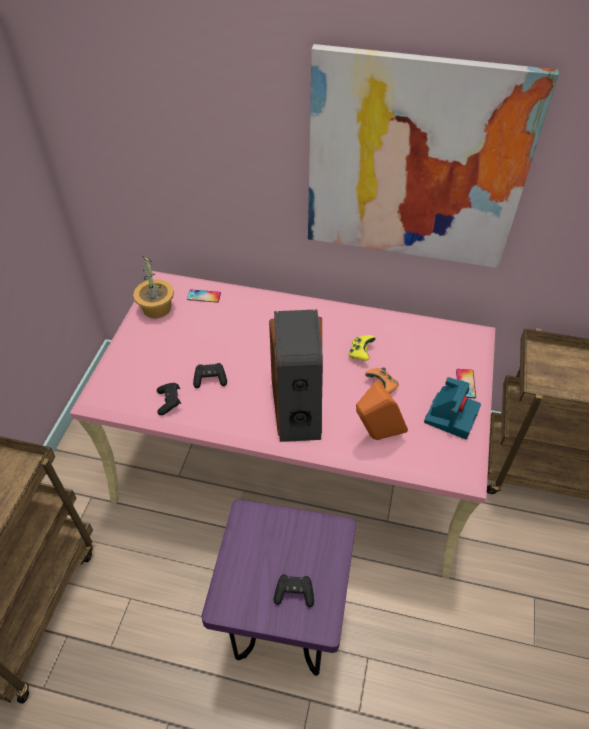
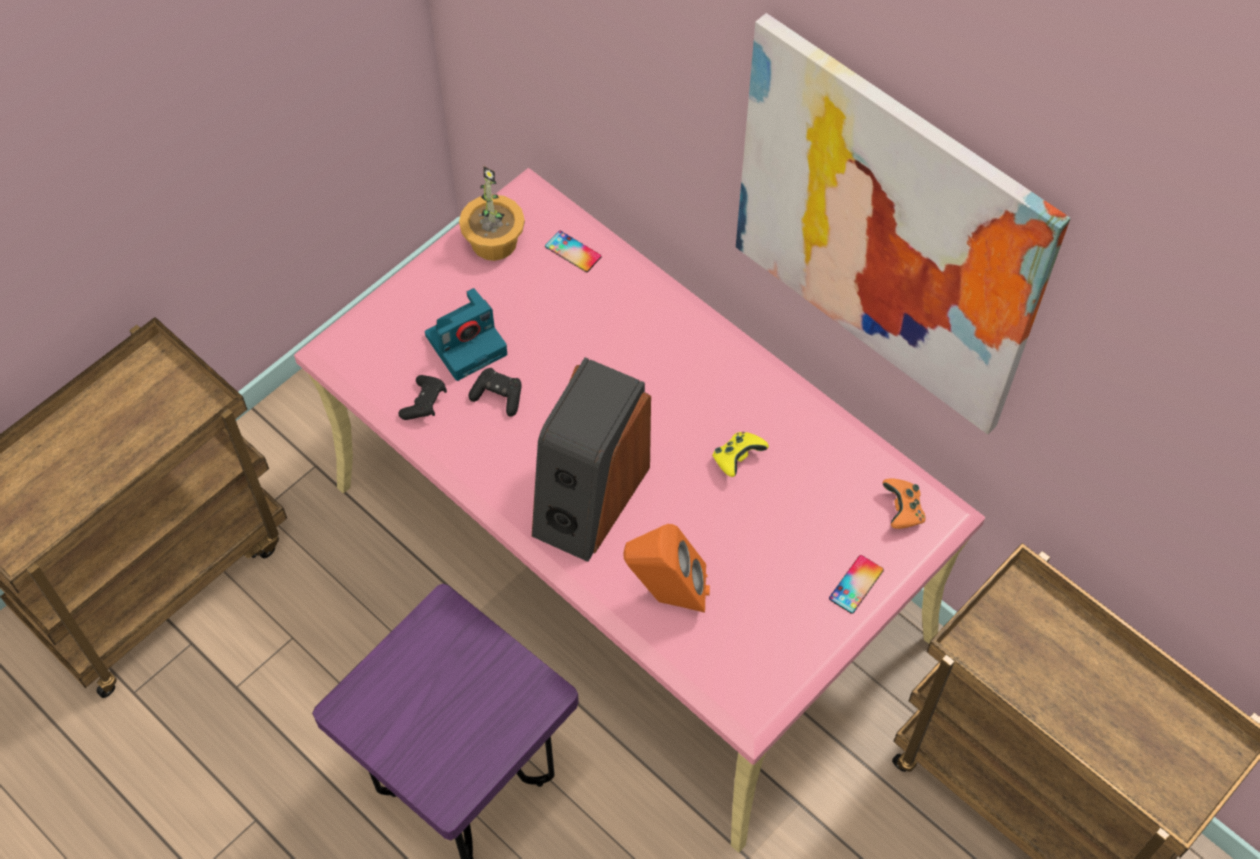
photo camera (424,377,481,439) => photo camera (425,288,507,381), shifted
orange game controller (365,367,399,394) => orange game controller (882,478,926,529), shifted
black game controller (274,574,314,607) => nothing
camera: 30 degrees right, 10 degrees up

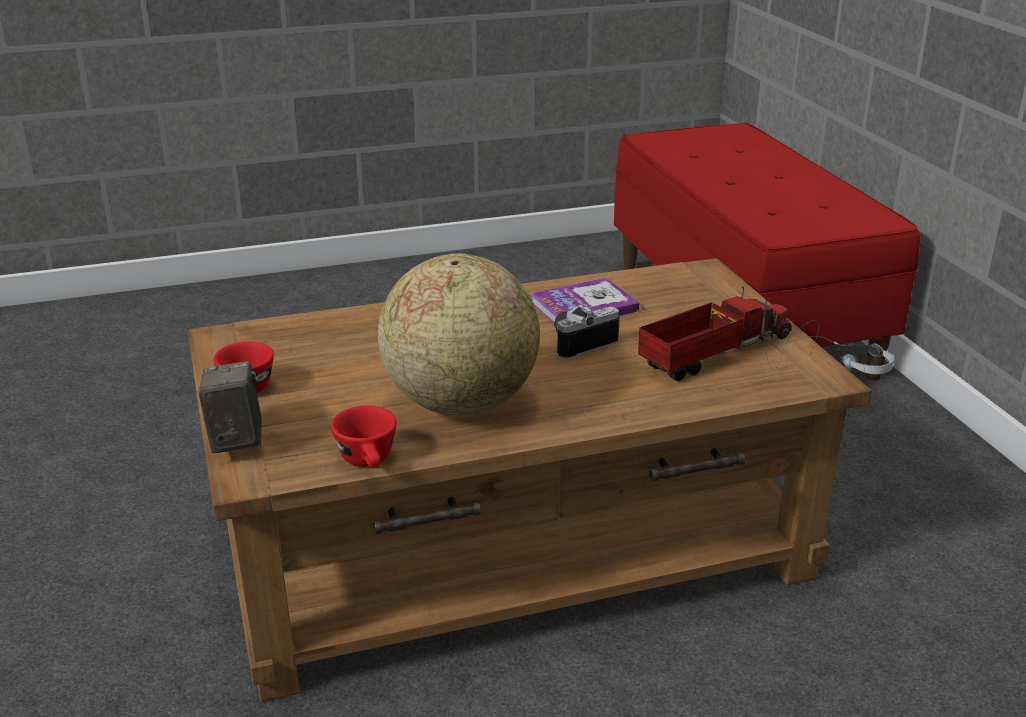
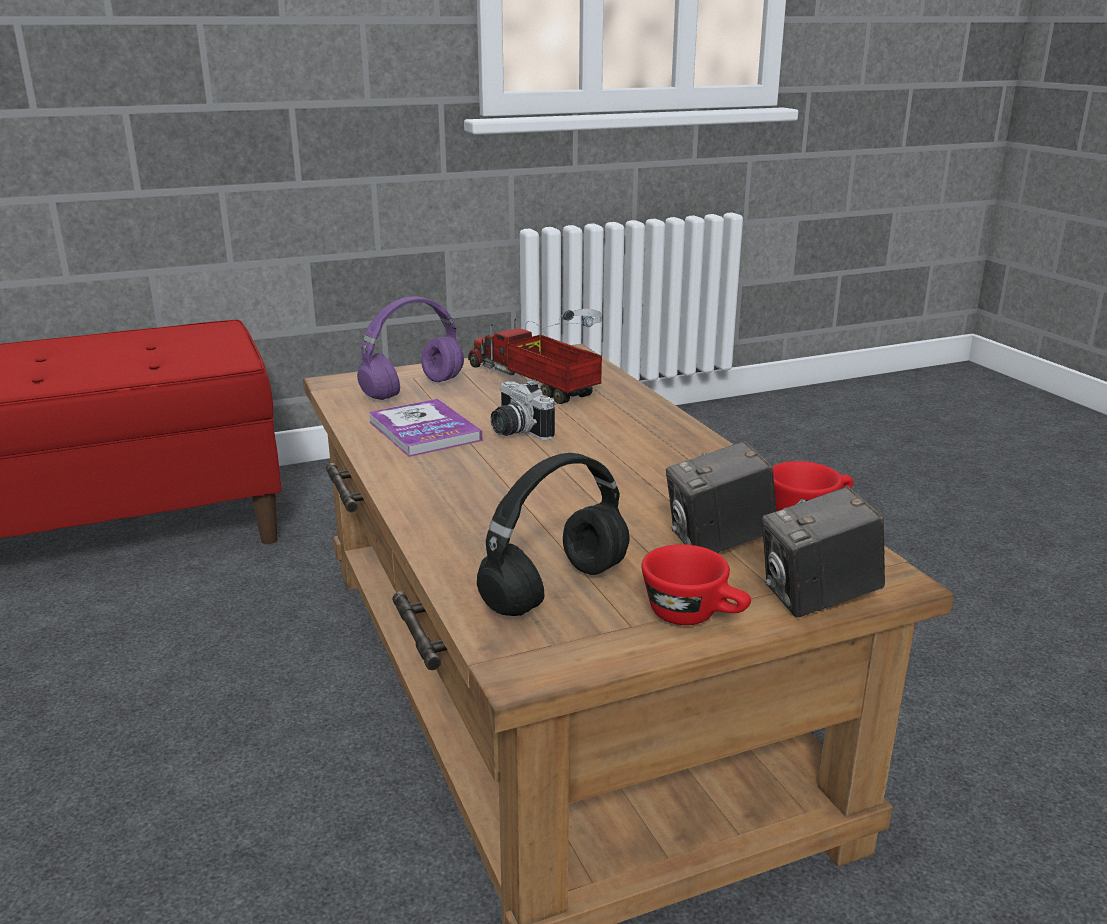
nothing => purple headphones (357,296,464,400)
nothing => black headphones (477,453,630,616)
nothing => photo camera (666,441,777,553)
globe (378,253,540,416) => nothing
camera: 95 degrees left, 5 degrees down

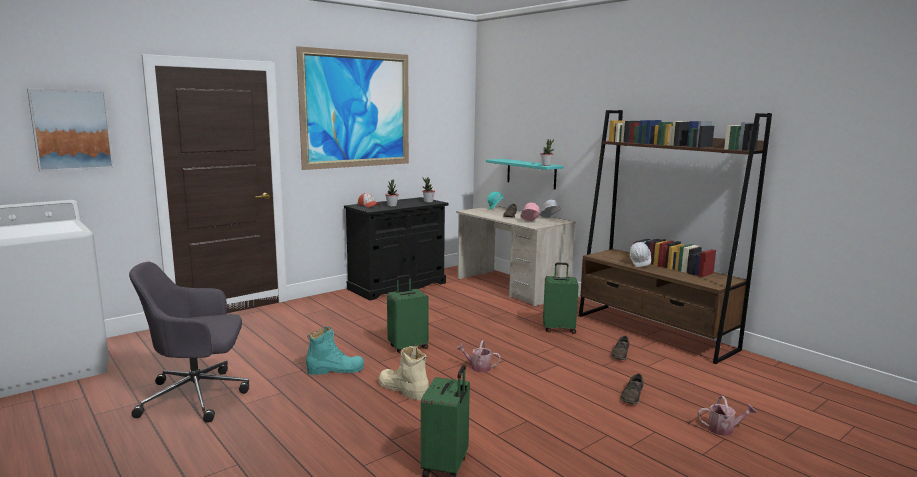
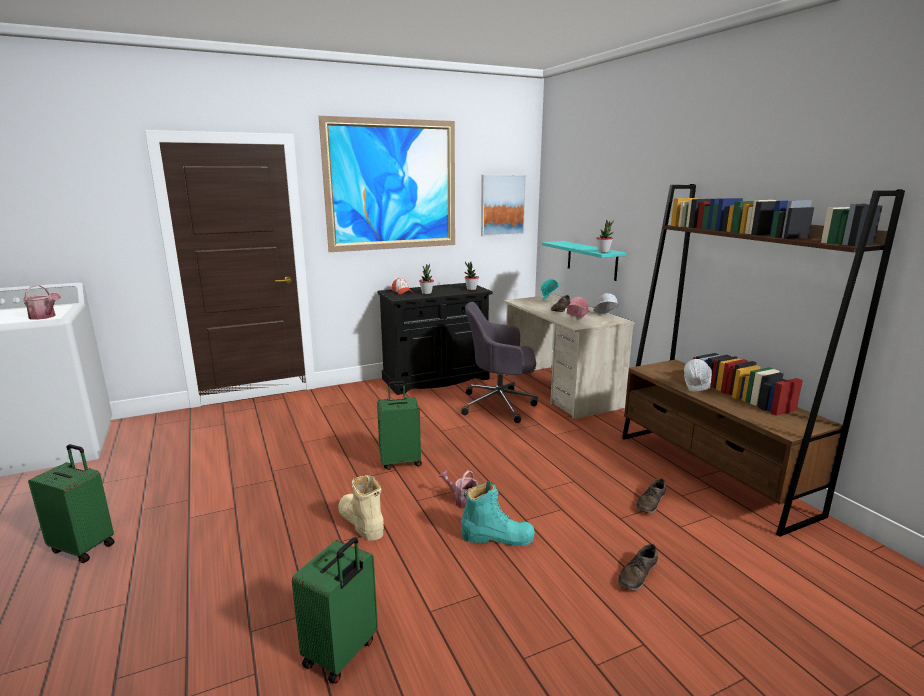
watering can (698,396,757,436) => watering can (24,285,61,320), shifted
green suitcase (543,262,579,334) => green suitcase (28,444,115,563), shifted
grey office chair (129,262,249,423) => grey office chair (461,302,538,423), shifted
turquoise boot (306,327,364,375) => turquoise boot (461,481,535,546), shifted
picture (27,89,114,171) => picture (481,175,526,237), shifted
camera: 15 degrees right, 5 degrees up

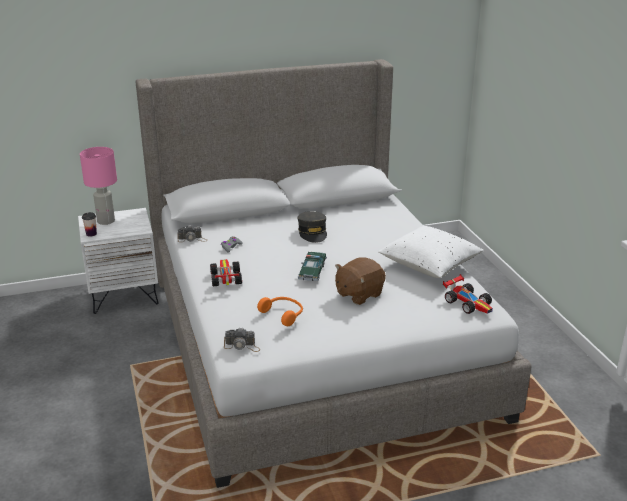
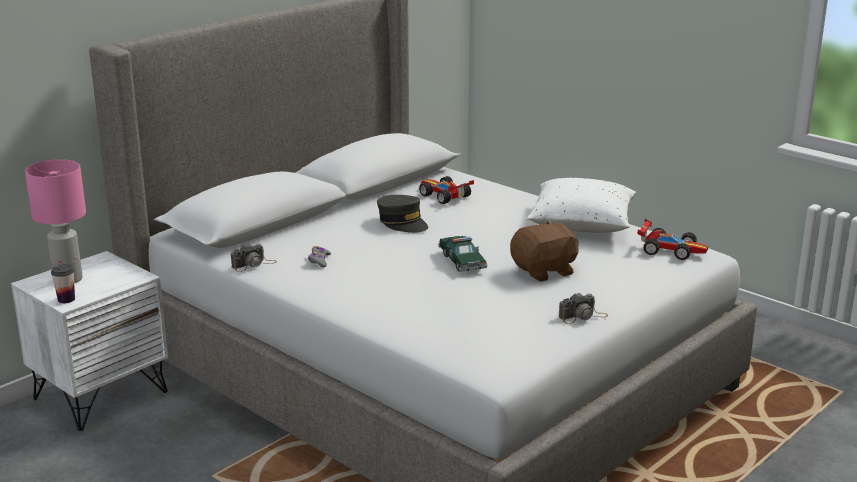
toy car (210,259,242,286) => toy car (419,176,474,204), shifted
brown plush toy (335,257,386,305) => brown plush toy (510,221,579,282), 135 degrees counterclockwise
photo camera (224,328,260,352) => photo camera (559,292,608,324), shifted
orange headphones (257,297,303,326) => nothing
camera: 30 degrees left, 5 degrees down

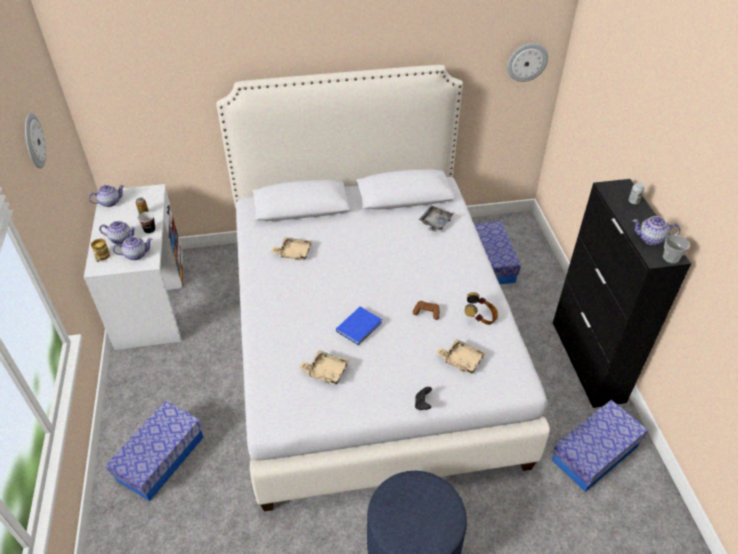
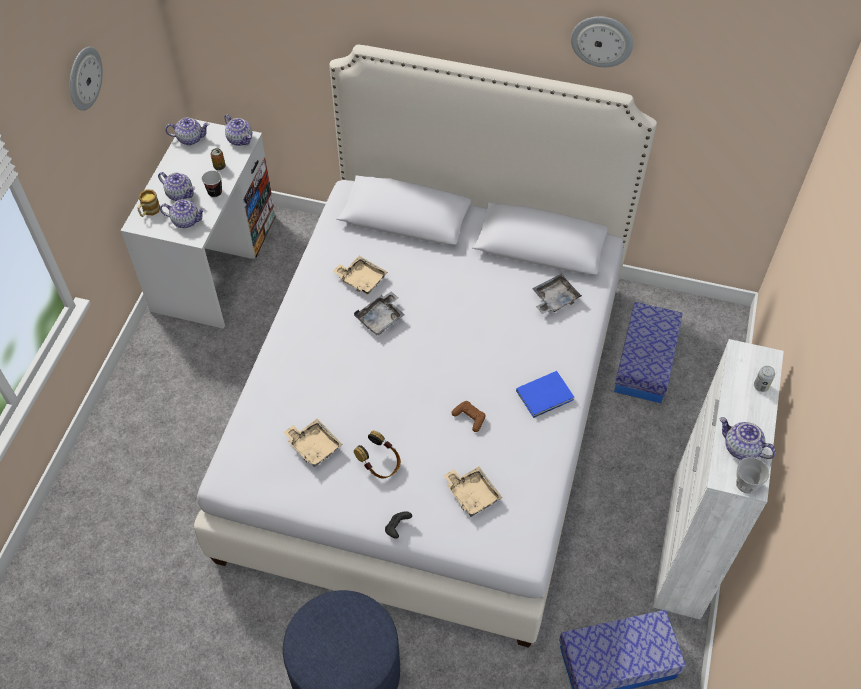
nothing => teapot (224,114,252,146)
nothing => grey tray (354,291,405,336)
headphones (464,292,498,325) => headphones (354,430,401,479), shifted
blue book (336,307,382,345) => blue book (516,371,574,418), shifted
wall clock (507,43,548,82) => wall clock (571,16,633,67), shifted
black cabinet (553,179,691,408) => white cabinet (653,339,784,620)
storage box (105,401,203,501) => nothing
camera: 25 degrees right, 10 degrees up

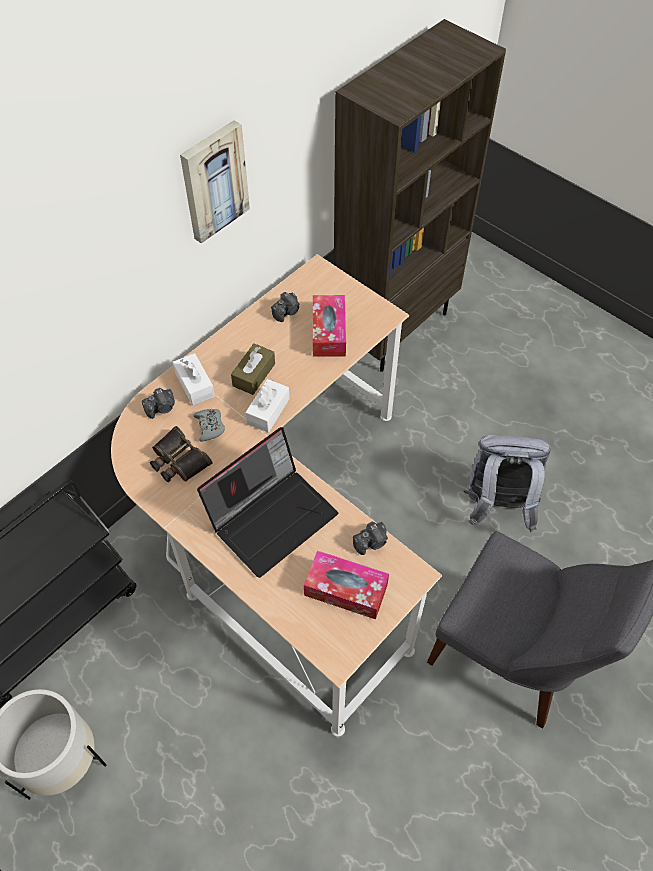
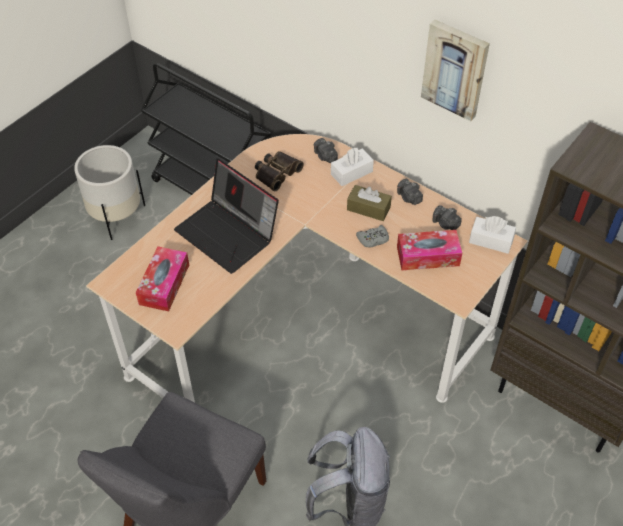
grey game controller (193,409,225,442) => grey game controller (356,225,389,248), shifted
photo camera (353,521,388,555) => photo camera (397,179,423,205), shifted
white tissue box (245,379,290,433) => white tissue box (469,216,516,254), shifted
camera: 85 degrees right, 5 degrees down

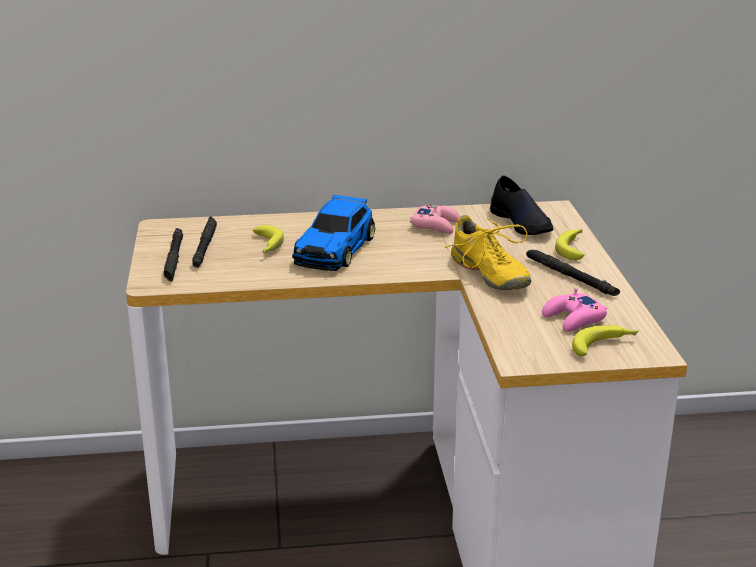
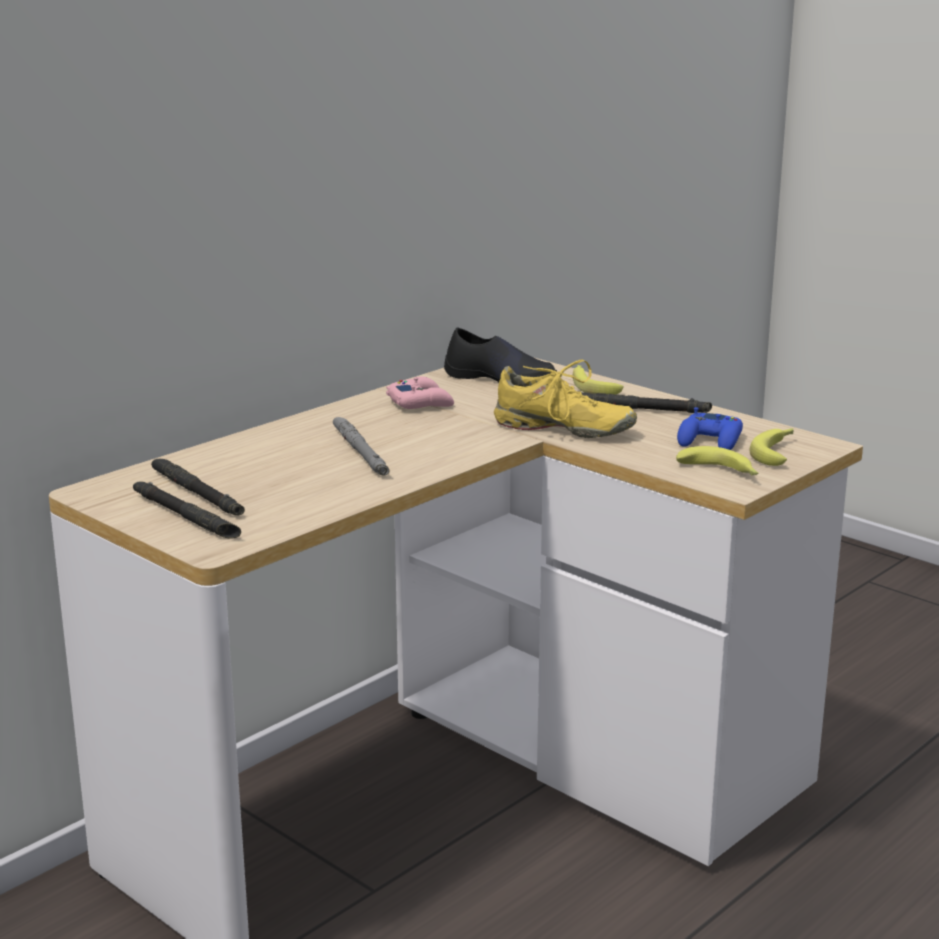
toy car (292,194,375,271) => grey flashlight (333,417,389,475)
banana (253,225,284,253) => banana (676,446,758,476), shifted
pink game controller (542,288,607,332) => blue game controller (677,407,743,450)
camera: 40 degrees left, 5 degrees down

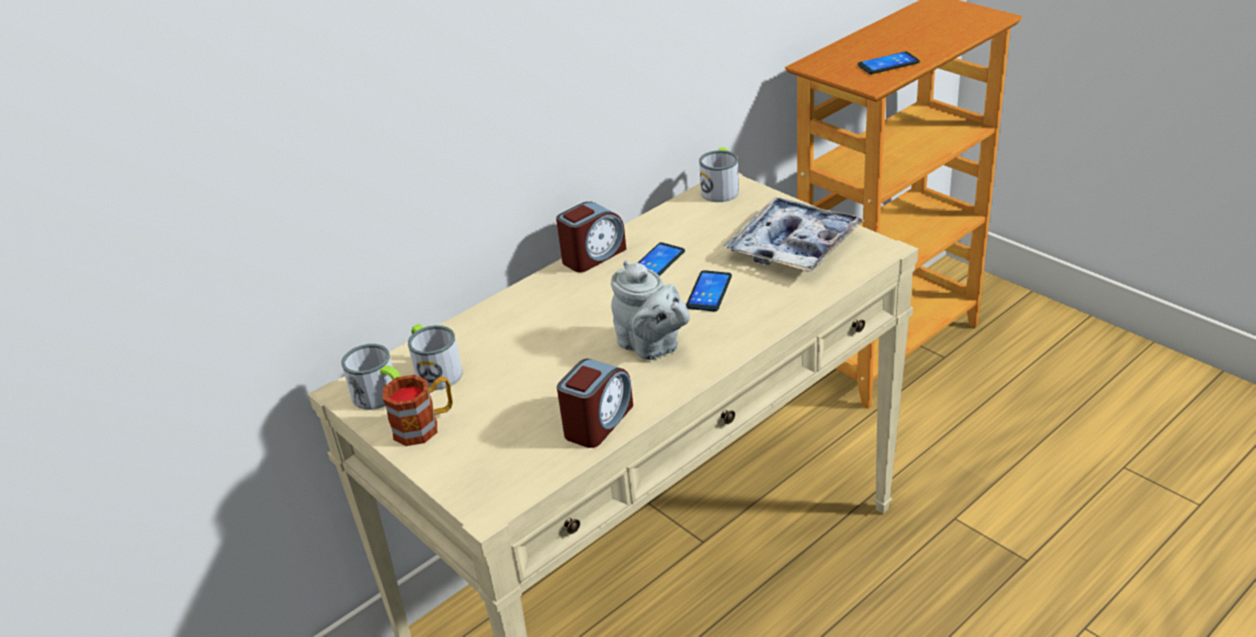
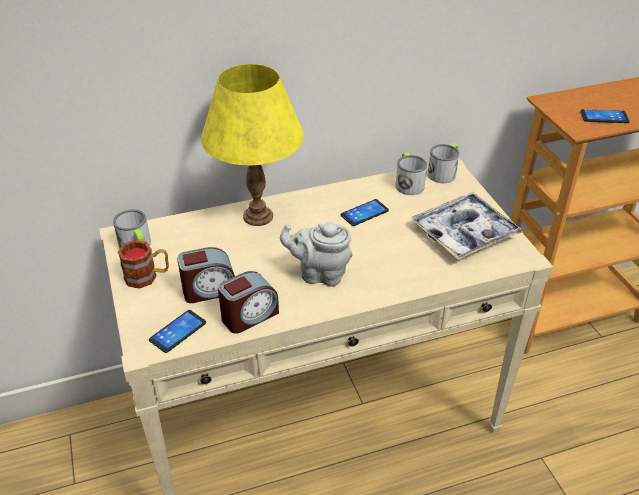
phone (686,270,732,312) => phone (149,310,206,353), shifted
alarm clock (556,202,626,273) => alarm clock (177,247,235,303), shifted
nothing => yellow table lamp (201,64,304,226)
grey teapot (611,260,690,360) => grey teapot (280,222,352,287), 120 degrees clockwise
mug (408,324,462,390) => mug (396,152,427,195), shifted
camera: 20 degrees right, 5 degrees up

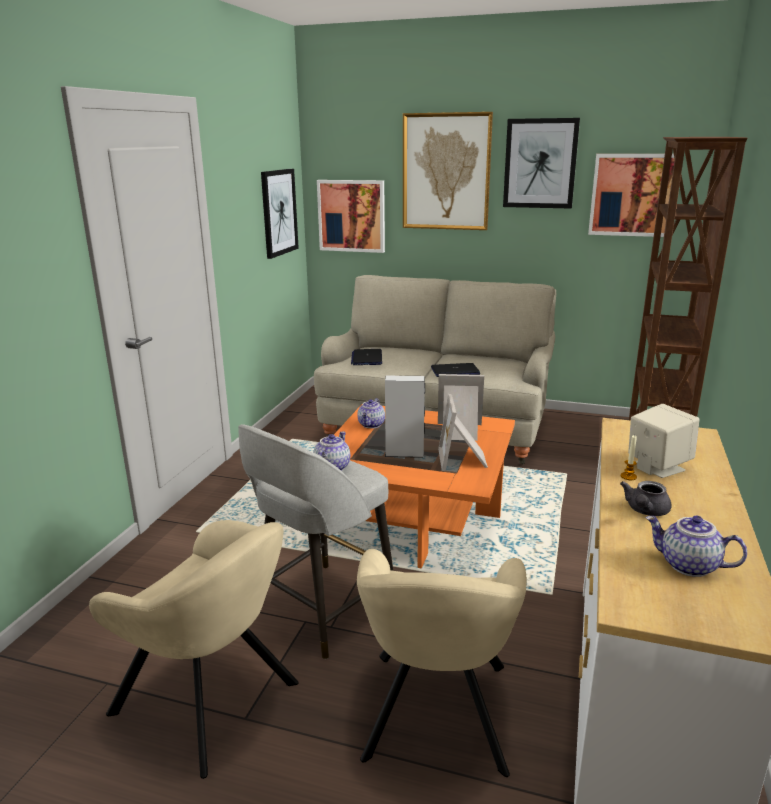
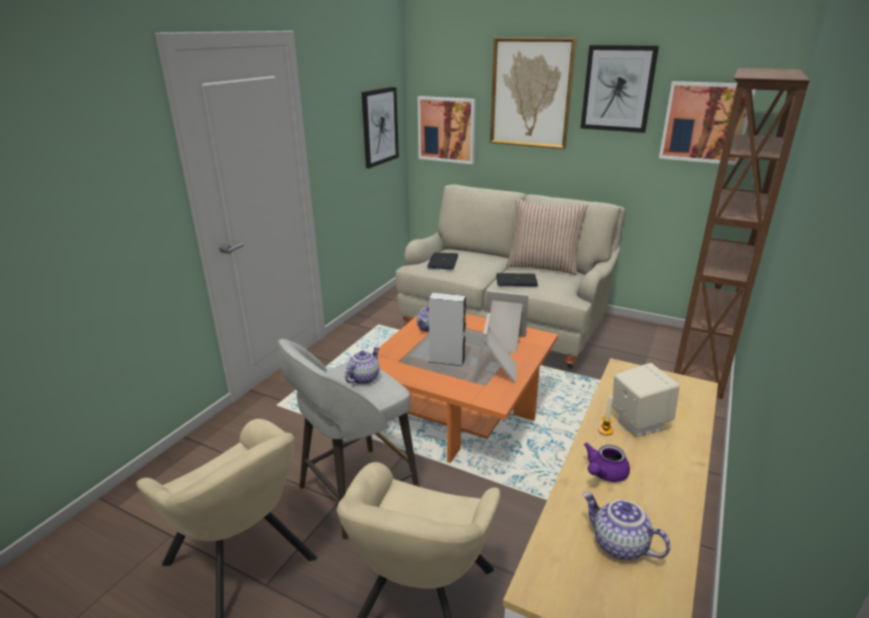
nothing => pillow (506,199,588,275)
grey teapot (620,481,671,516) => purple teapot (584,443,630,482)
camera: 10 degrees right, 5 degrees up

